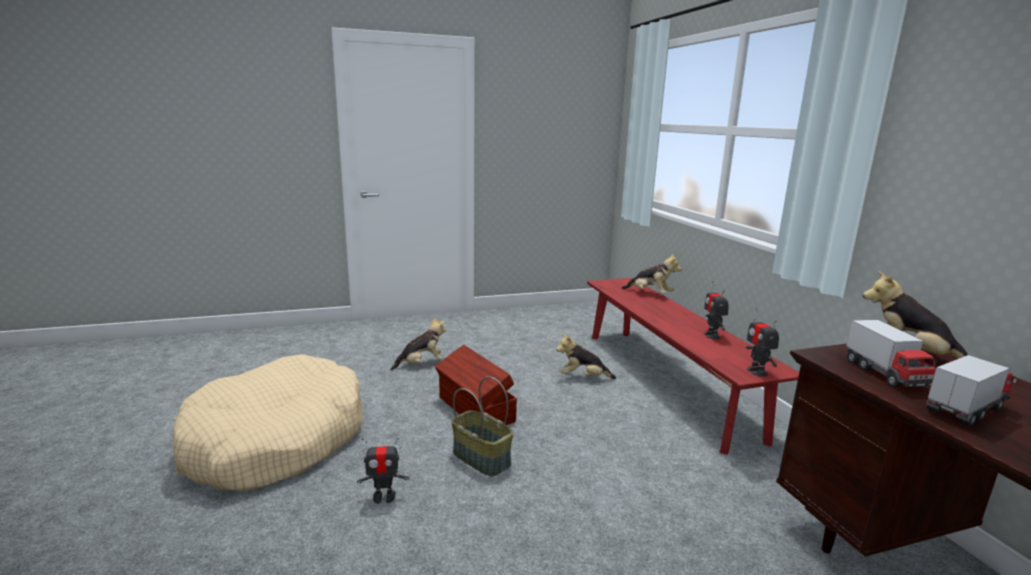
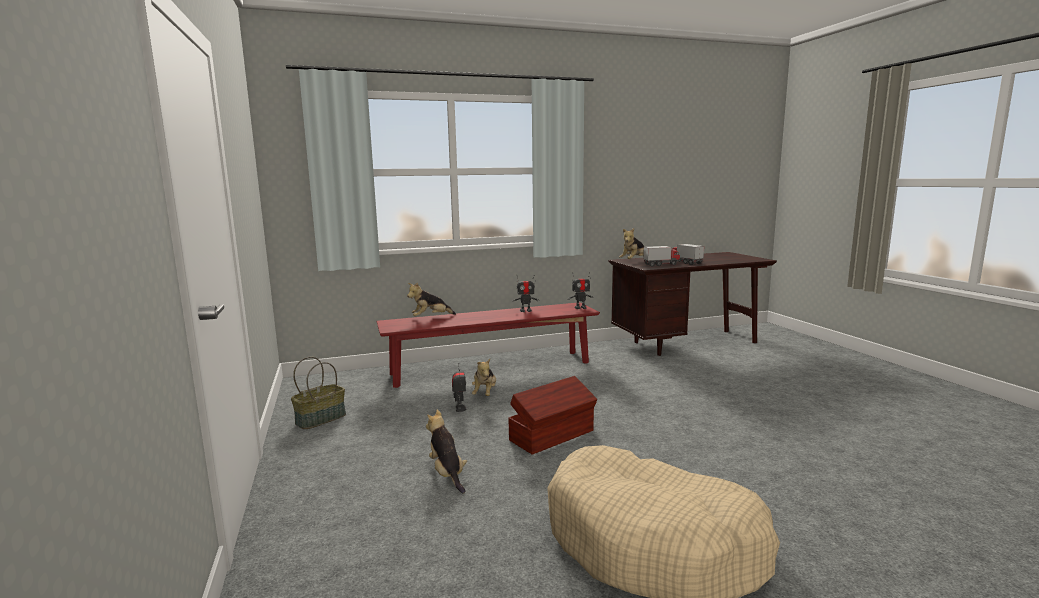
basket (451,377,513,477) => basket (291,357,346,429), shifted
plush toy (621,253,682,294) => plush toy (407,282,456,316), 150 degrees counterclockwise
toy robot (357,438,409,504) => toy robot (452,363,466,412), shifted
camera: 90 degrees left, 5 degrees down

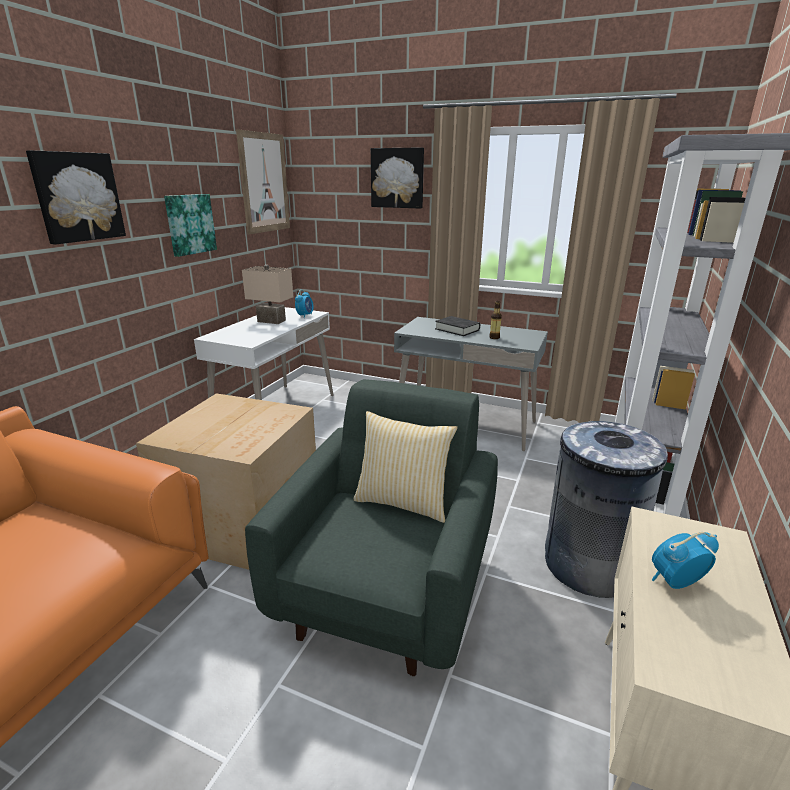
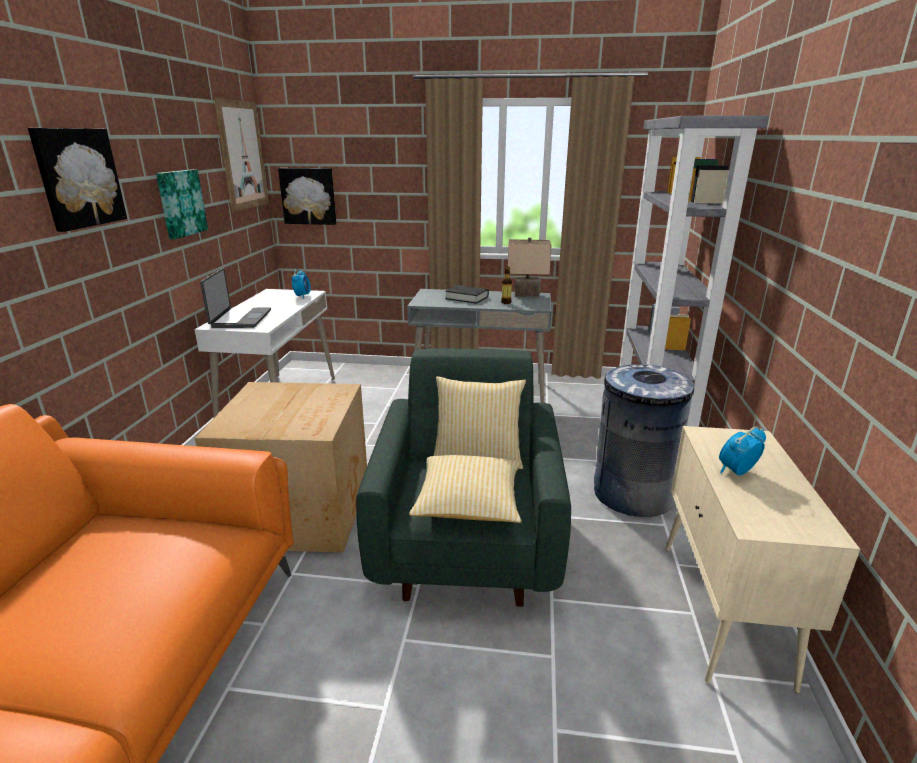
nothing => laptop (200,268,271,328)
picture (371,147,424,209) => picture (278,168,336,225), shifted
nothing => pillow (409,455,521,523)
beige table lamp (242,265,293,324) => beige table lamp (508,237,552,297), shifted
camera: 15 degrees left, 0 degrees up

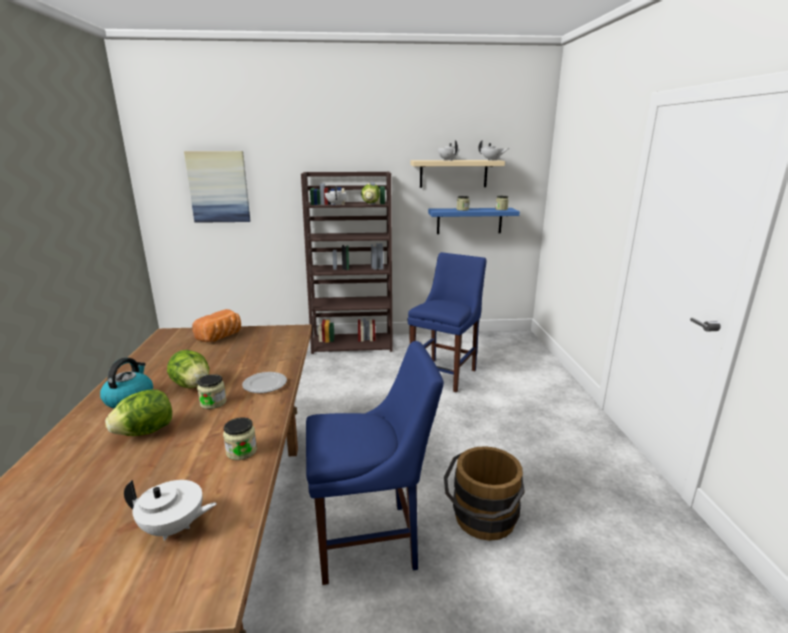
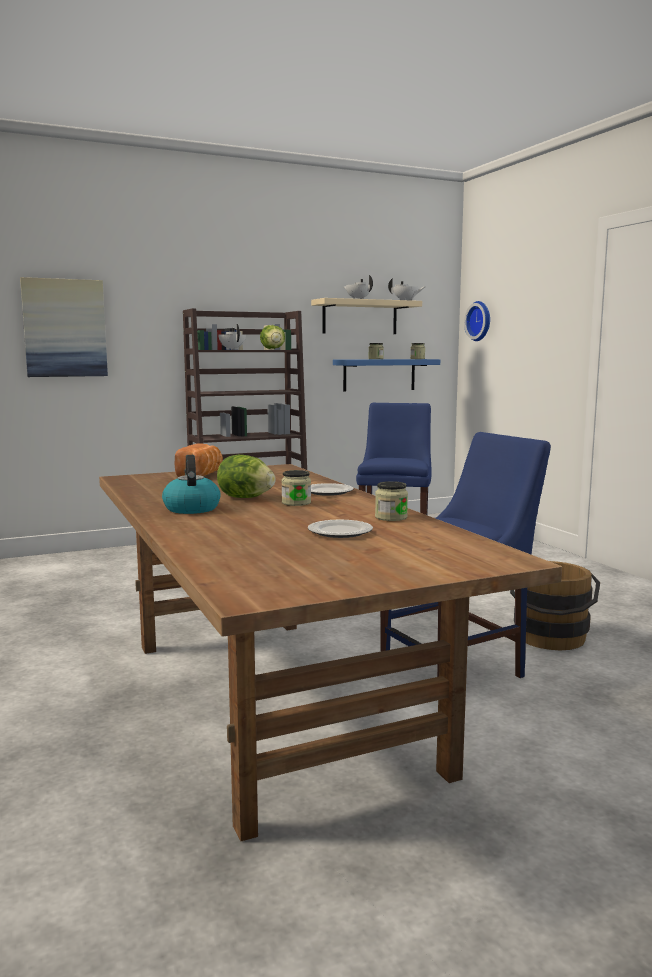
nothing => plate (308,520,373,538)
nothing => wall clock (464,301,490,341)
lettuce (105,389,172,436) => nothing
white teapot (124,480,217,541) => nothing
camera: 20 degrees left, 10 degrees down

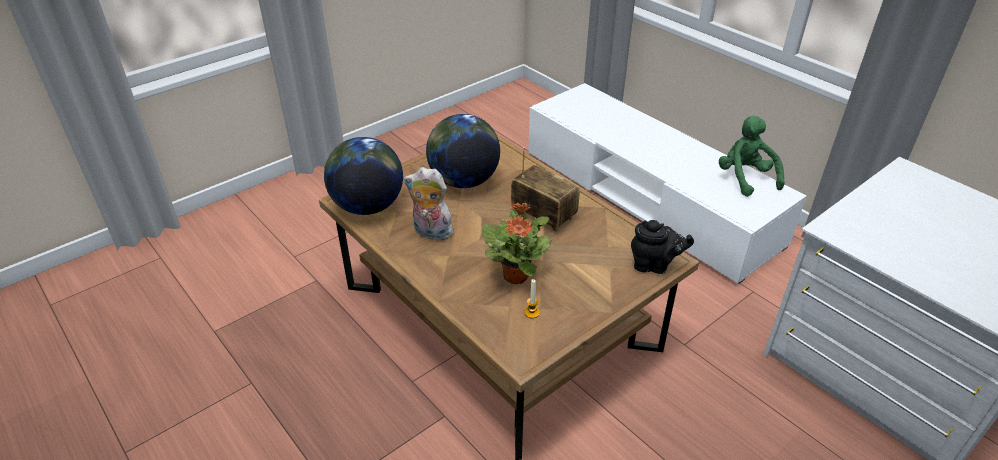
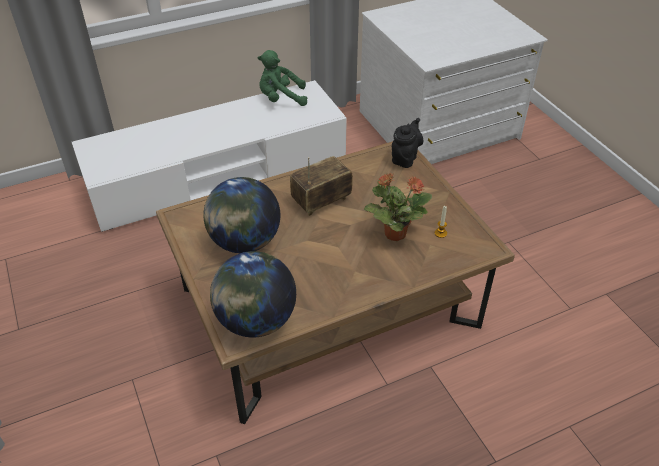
plush toy (403,167,457,243) => nothing
camera: 75 degrees left, 5 degrees up

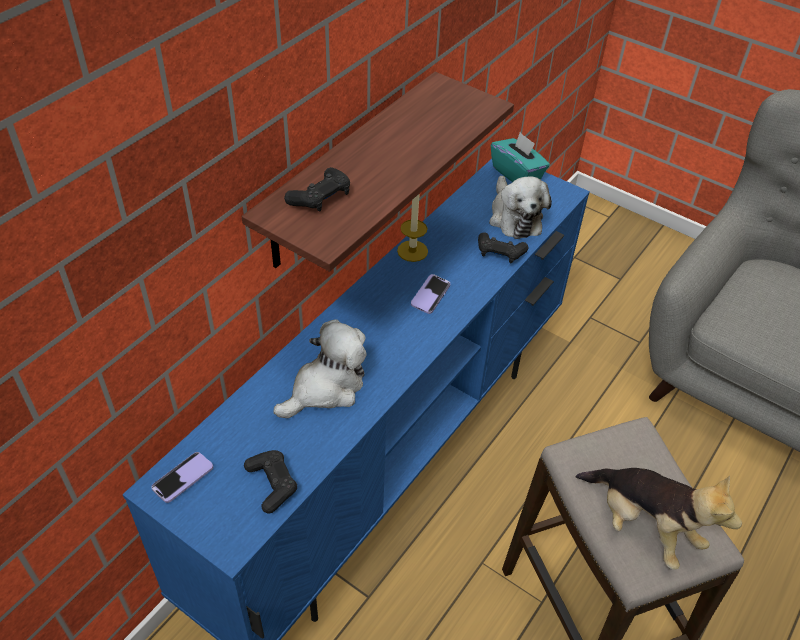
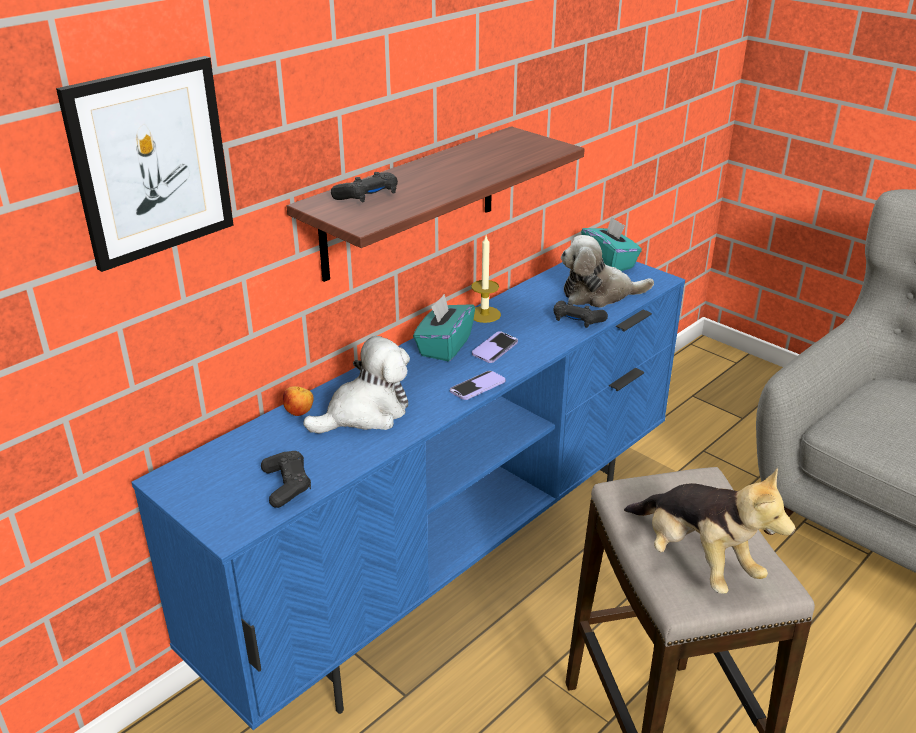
nothing => picture (56,56,234,272)
nothing => apple (283,386,314,416)
nothing => turquoise tissue box (413,294,475,362)
phone (151,452,213,503) => phone (450,371,506,400), shifted
plush toy (489,176,552,239) => plush toy (561,235,654,308), 90 degrees clockwise
camera: 10 degrees right, 15 degrees down

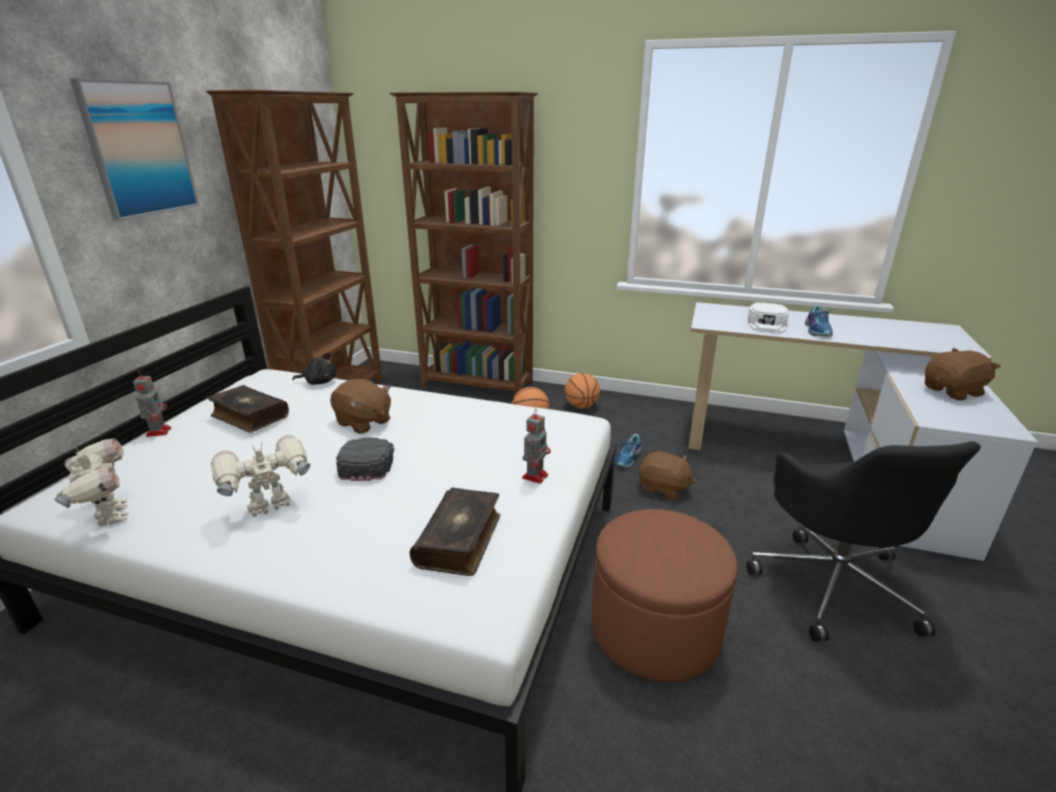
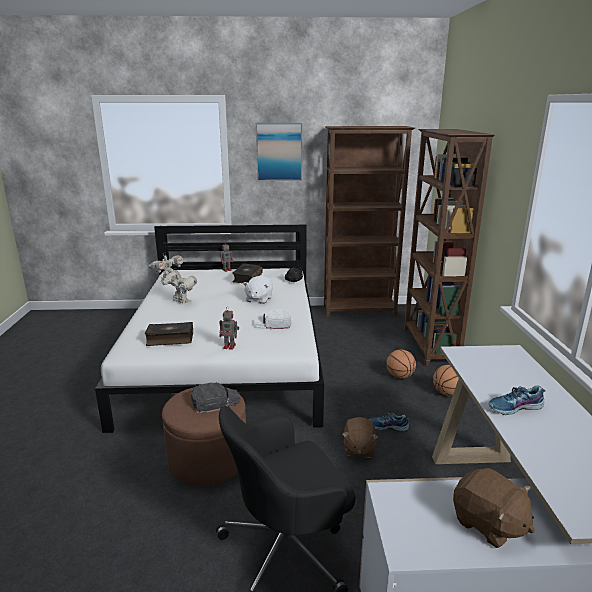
black cap (336,438,395,481) => black cap (191,382,240,413), shifted
brown plush toy (330,379,391,434) => white plush toy (243,276,273,304)
white cap (748,302,789,333) => white cap (254,309,291,329), shifted
camera: 70 degrees right, 5 degrees down

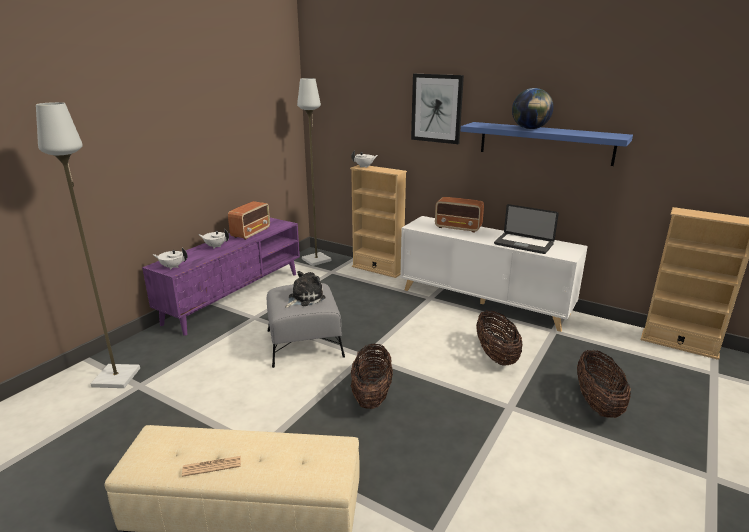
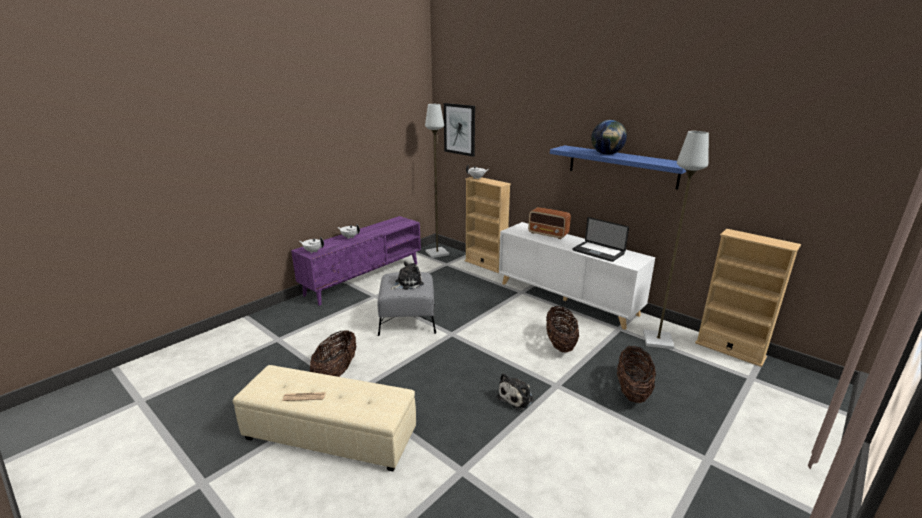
basket (351,343,393,409) => basket (310,330,356,377), shifted
picture (411,74,464,144) => picture (444,103,475,157), shifted
nothing => plush toy (497,373,534,410)
grey floor lamp (36,102,140,388) => grey floor lamp (643,131,709,349), shifted
radio (228,201,270,240) => nothing
camera: 10 degrees right, 0 degrees up

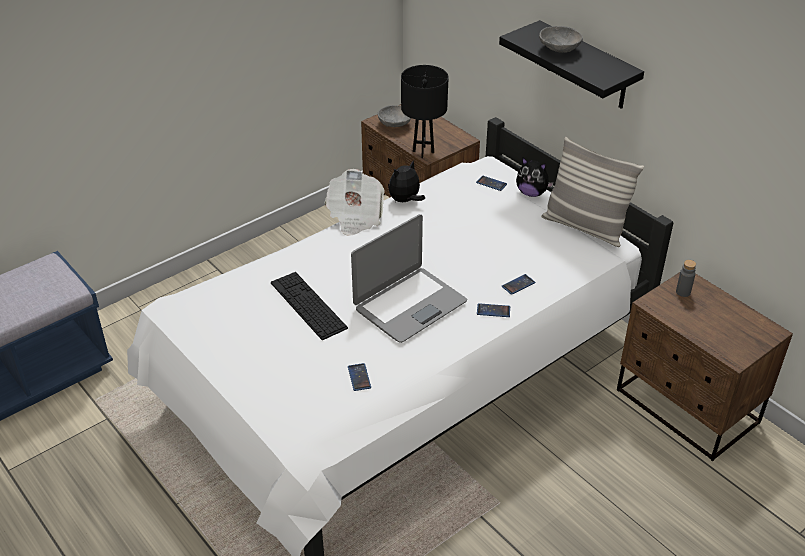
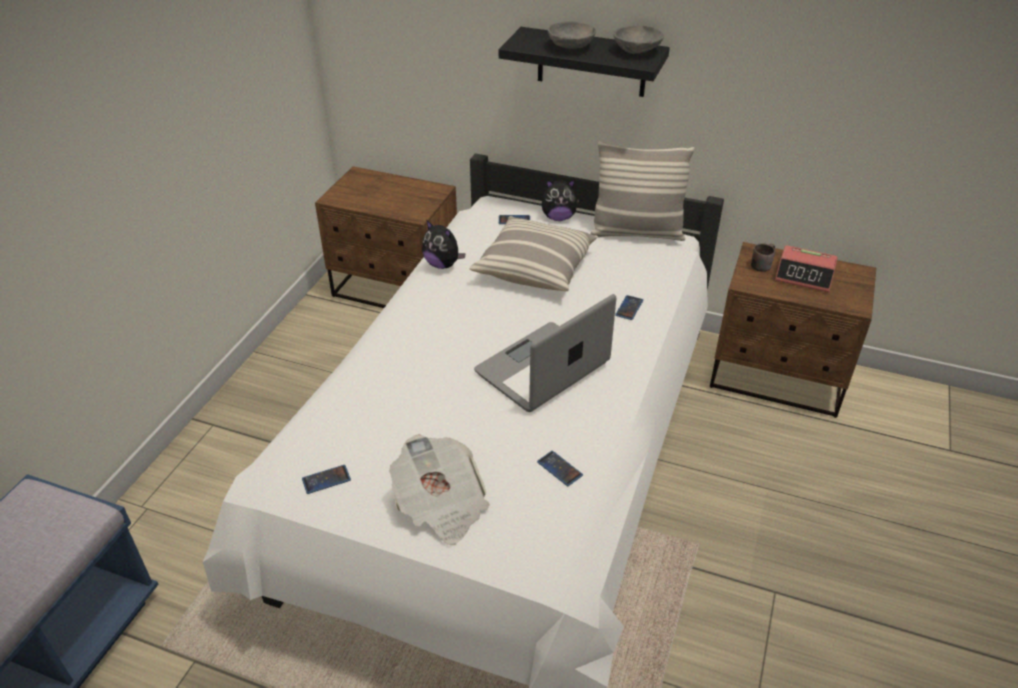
phone (477,303,510,317) => phone (302,465,351,494), shifted
newspaper (324,169,385,236) => newspaper (389,434,490,545), shifted
plush toy (389,161,425,202) => plush toy (422,220,466,269), 75 degrees counterclockwise
nothing => pillow (469,216,598,291)
laptop (351,214,467,343) => laptop (474,294,616,412), 150 degrees counterclockwise
grey bowl (378,105,411,127) => grey bowl (613,25,664,54), shifted
grey bottle (676,260,696,297) => brown mug (751,243,775,272)
nothing => alarm clock (775,245,838,292)
keyboard (271,272,348,340) => nothing
black table lamp (401,65,449,158) => nothing
camera: 30 degrees left, 0 degrees up

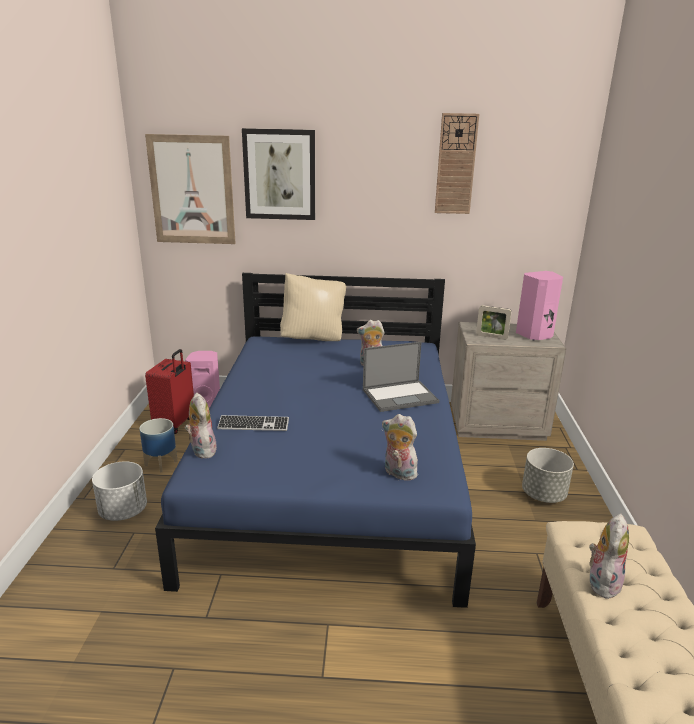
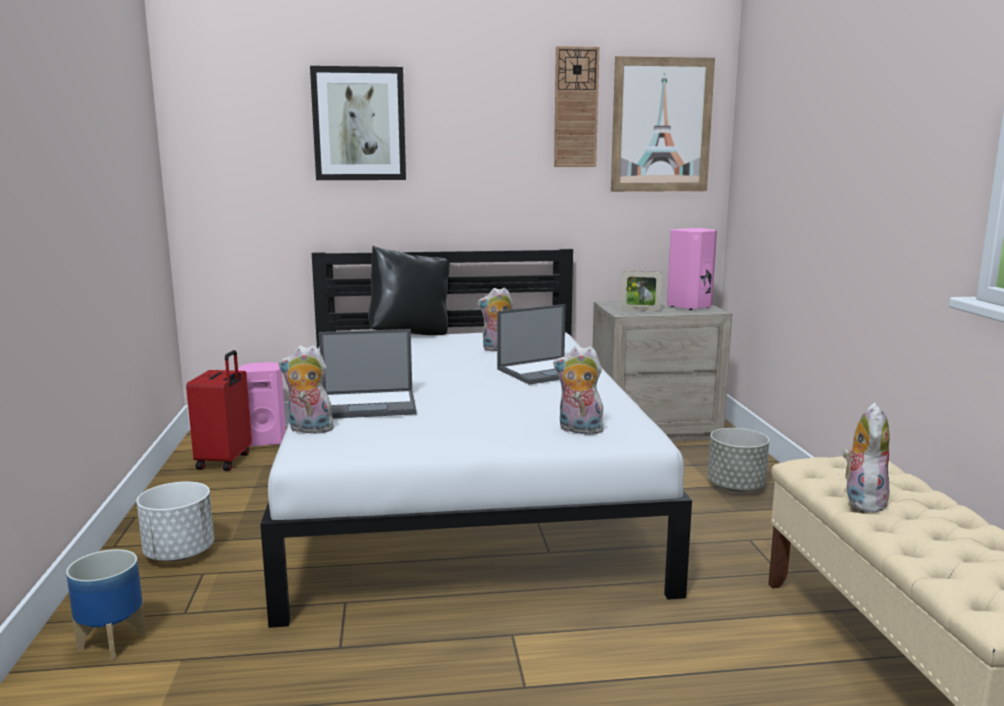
planter (140,418,178,473) => planter (66,549,147,660), shifted
blue bed (155,273,476,608) => white bed (260,249,692,628)
plush toy (185,392,217,459) => plush toy (279,345,336,434), 45 degrees counterclockwise
keyboard (217,415,289,431) => laptop (319,329,416,419)
beige pillow (280,273,347,341) => black pillow (368,246,450,335)
picture (145,134,236,244) => picture (611,56,715,192), shifted
camera: 10 degrees left, 10 degrees down

